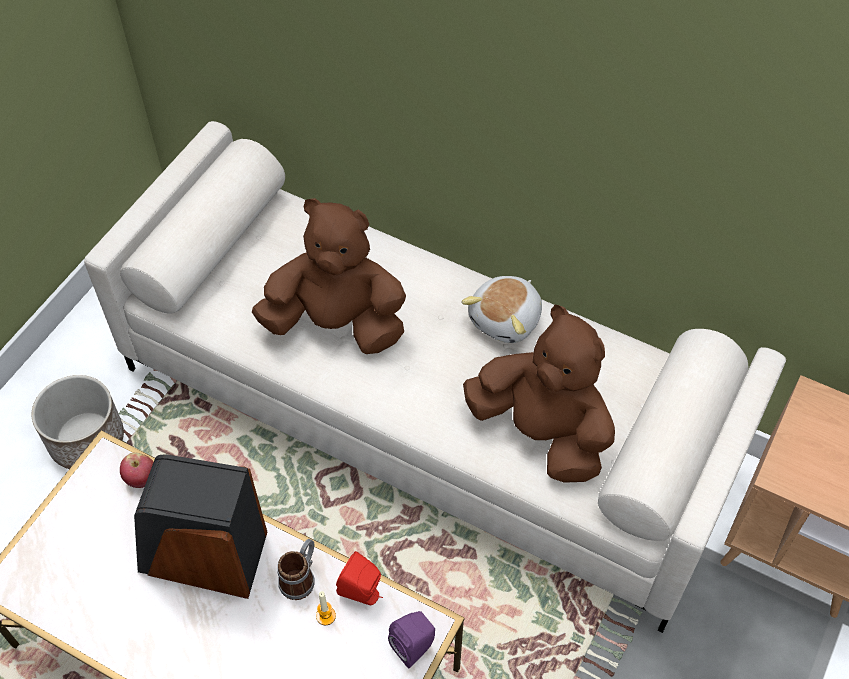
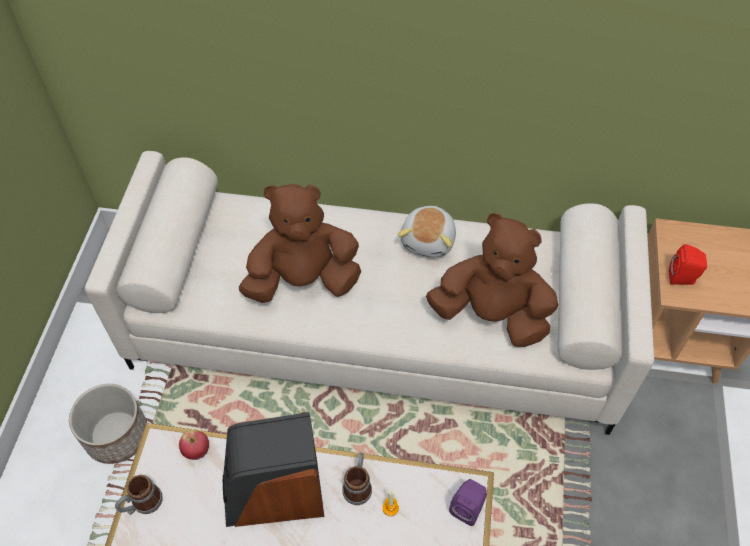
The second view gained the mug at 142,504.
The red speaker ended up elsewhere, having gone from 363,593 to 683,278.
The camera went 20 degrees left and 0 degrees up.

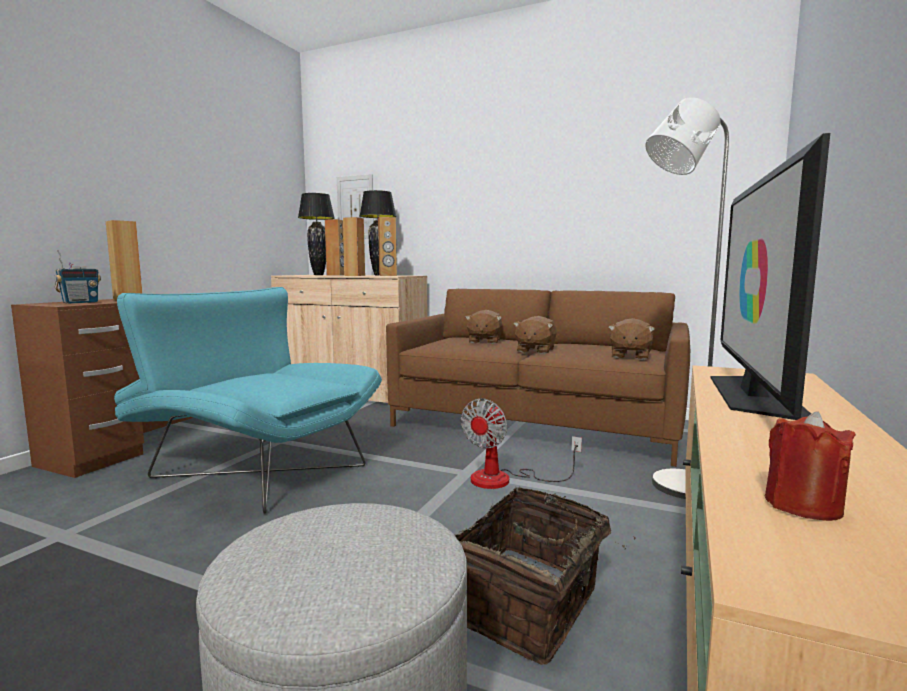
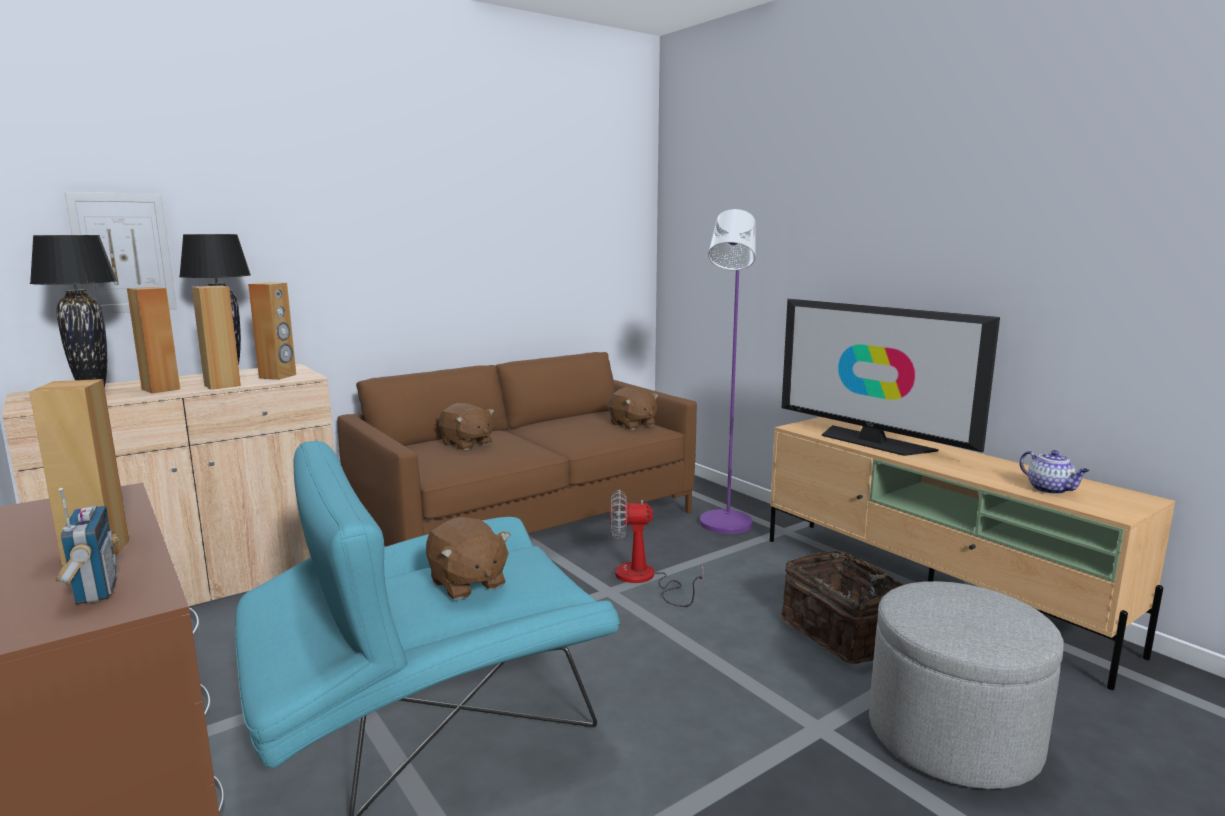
The brown plush toy ended up elsewhere, having gone from 535,351 to 467,583.
Where the red candle stood at 803,505, the teapot came to stand at 1050,490.
What was the grey floor lamp at 674,487 turned into the purple floor lamp at 724,527.
The fan at 505,479 ended up facing another way, 120 degrees clockwise from before.
The camera went 60 degrees left and 5 degrees up.

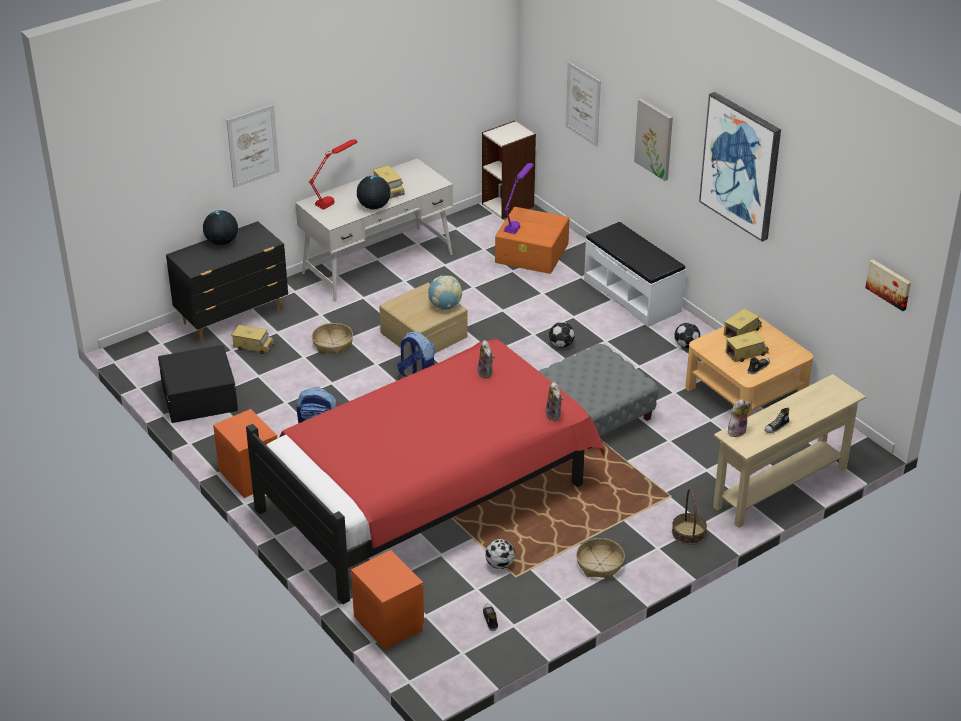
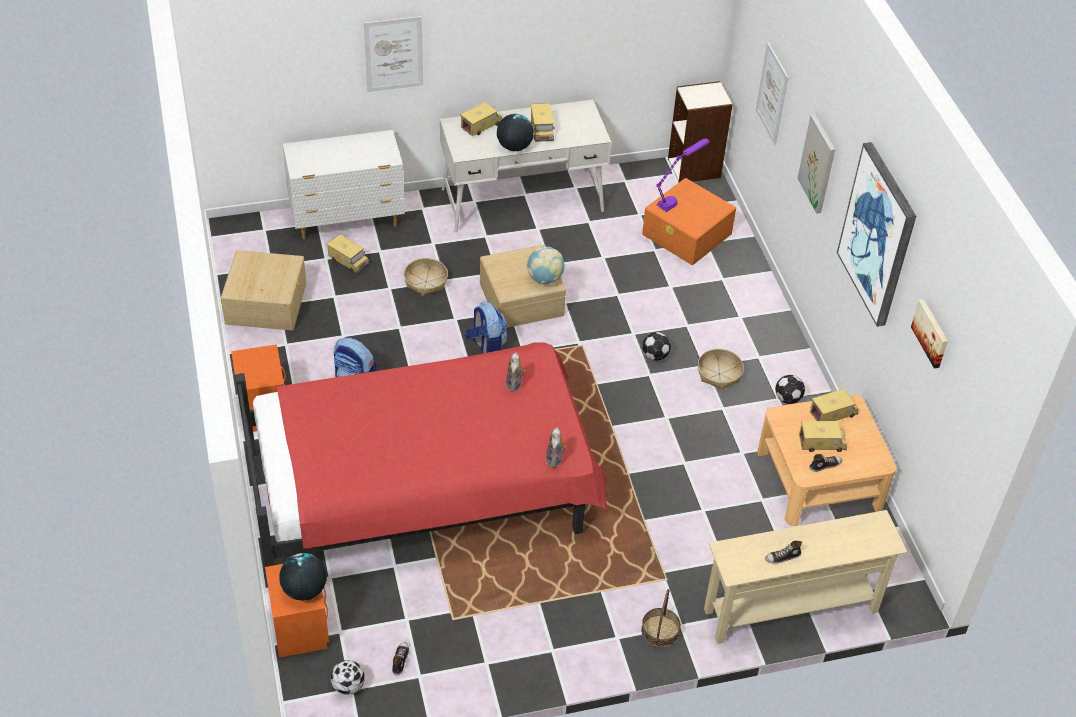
The second view lost the grey ottoman at 593,413.
The second view lost the white bench at 632,295.
The second view lost the plush toy at 736,431.
The globe ended up elsewhere, having gone from 222,242 to 304,590.
The football ended up elsewhere, having gone from 500,565 to 348,686.
The basket ended up elsewhere, having gone from 600,564 to 719,374.
The picture ended up elsewhere, having gone from 889,284 to 931,333.
Where the red table lamp stood at 335,198, the toy truck came to stand at 481,125.
What was the black storage box at 199,396 turned into the beige storage box at 266,302.
What was the black dresser at 233,317 turned into the white dresser at 348,220.
The camera went 20 degrees right and 10 degrees up.

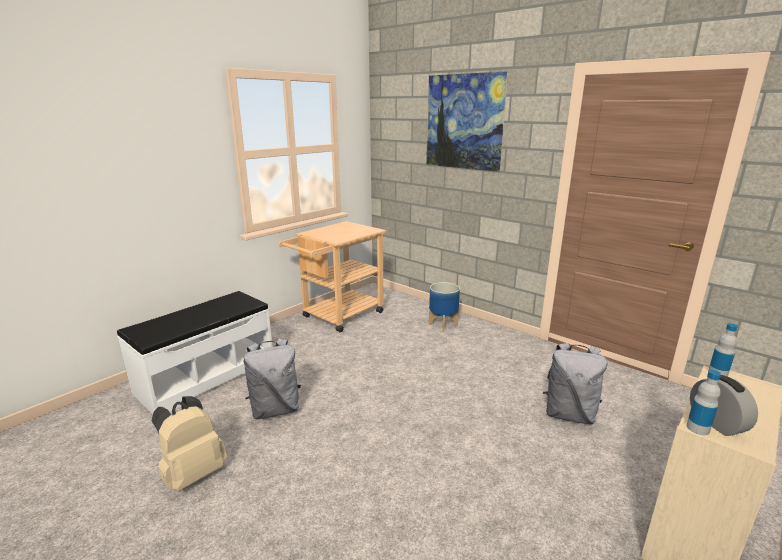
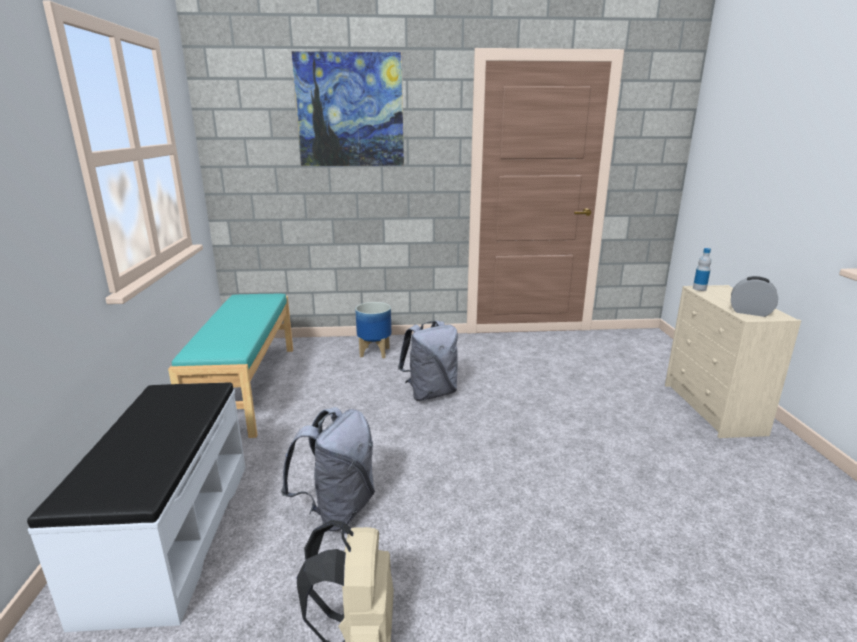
The second view lost the bottle at 697,428.
The grey backpack ended up elsewhere, having gone from 569,414 to 430,393.
Where the beige cart stood at 338,316, the turquoise bench came to stand at 245,388.
The camera went 45 degrees left and 0 degrees up.

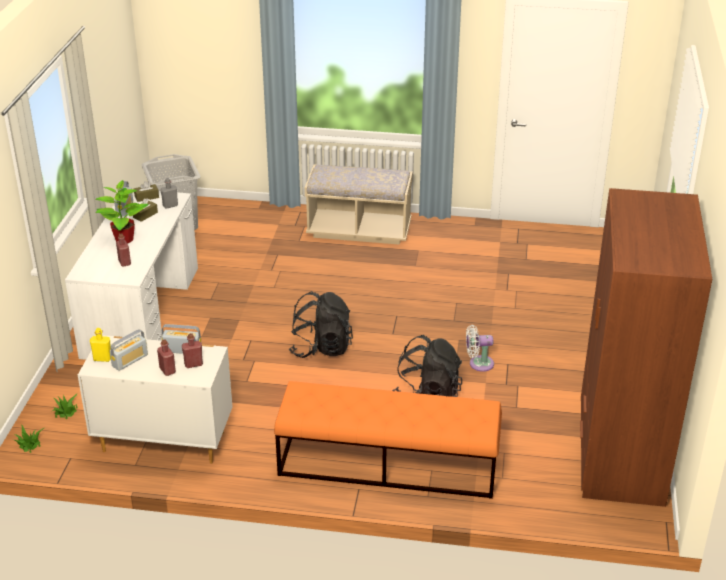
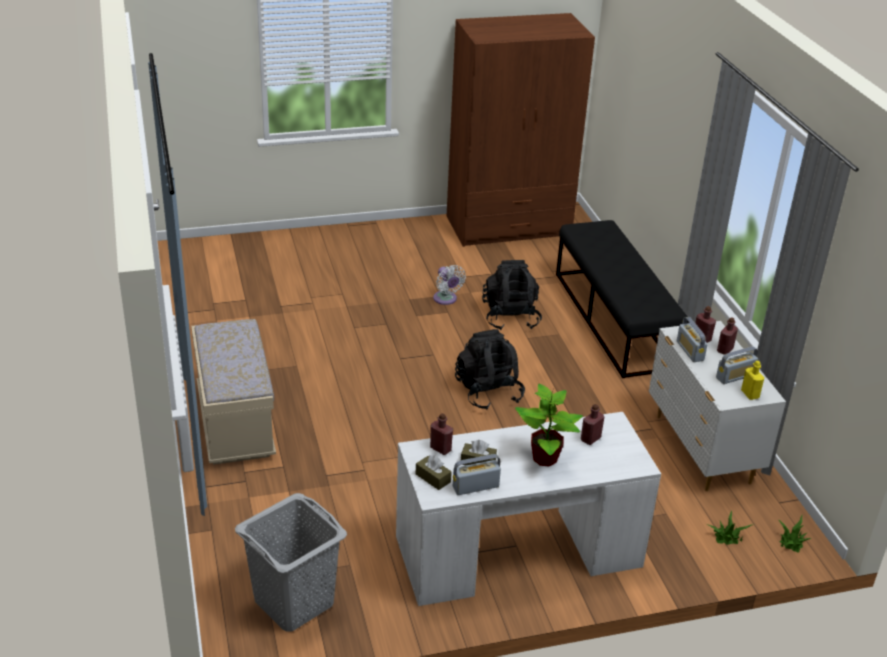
What was the grey bottle at 170,205 turned into the red bottle at 440,449.
What was the orange bench at 387,464 turned into the black bench at 614,320.
The radio at 130,360 ended up facing another way, 135 degrees clockwise from before.
The camera went 115 degrees left and 0 degrees up.

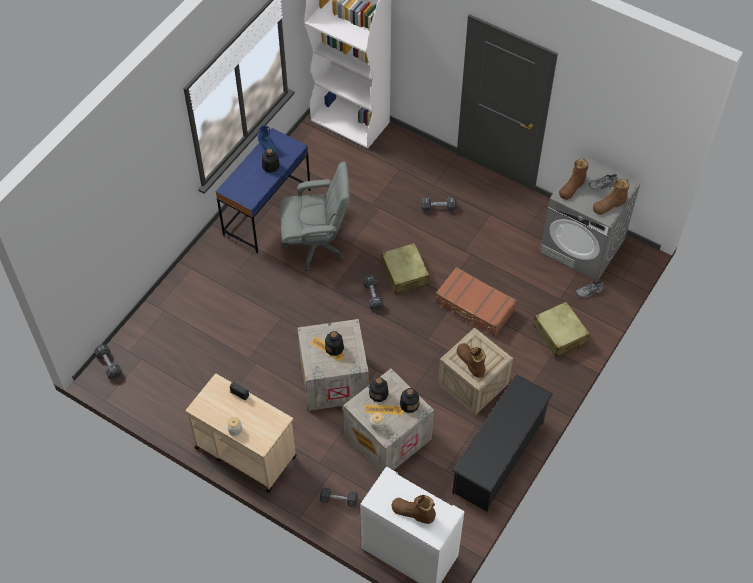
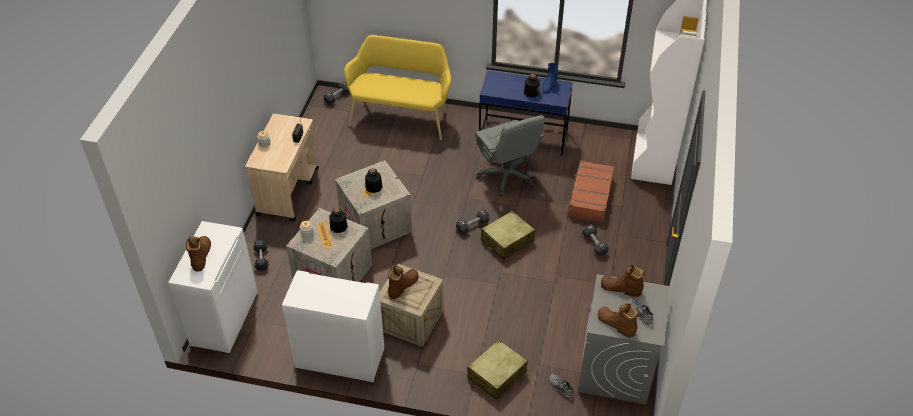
The second view lost the bottle at 409,404.
The second view gained the yellow bench at 401,116.
The brown suitcase ended up elsewhere, having gone from 474,307 to 590,197.
Where the black shoe rack stood at 498,457, the white cabinet came to stand at 339,359.
The camera went 70 degrees right and 10 degrees down.

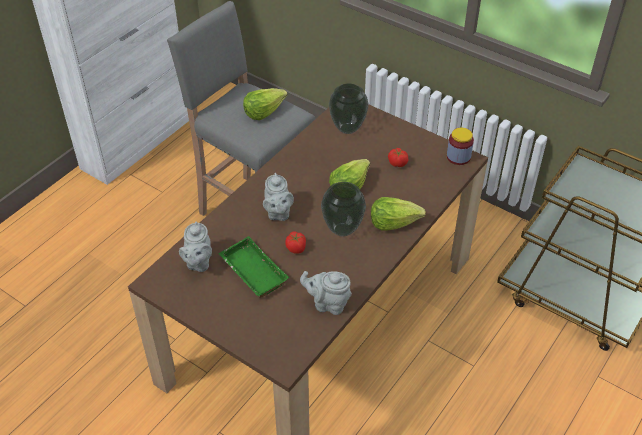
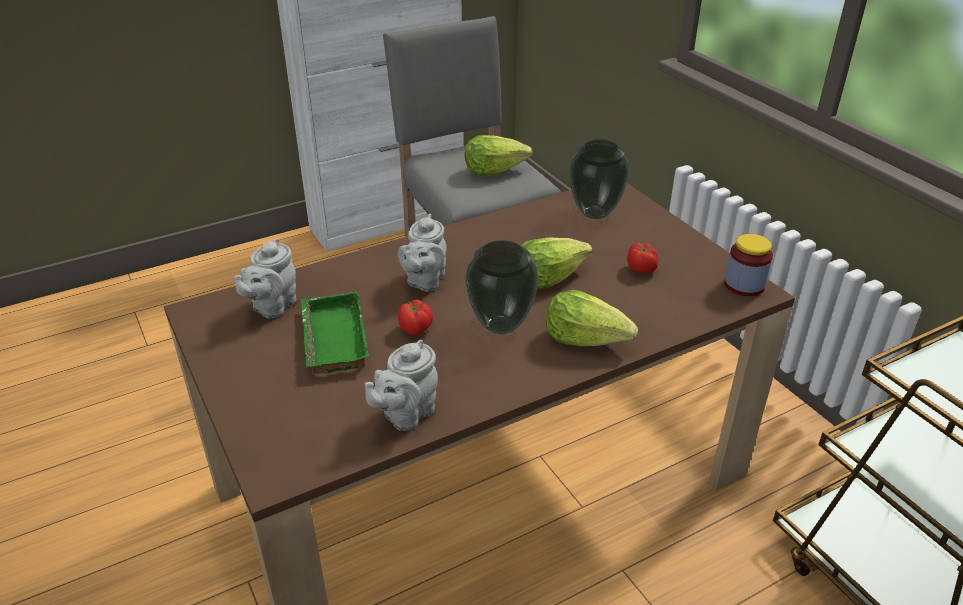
The grey teapot at 328,304 ended up facing another way, 90 degrees counterclockwise from before.
The camera went 25 degrees right and 10 degrees down.

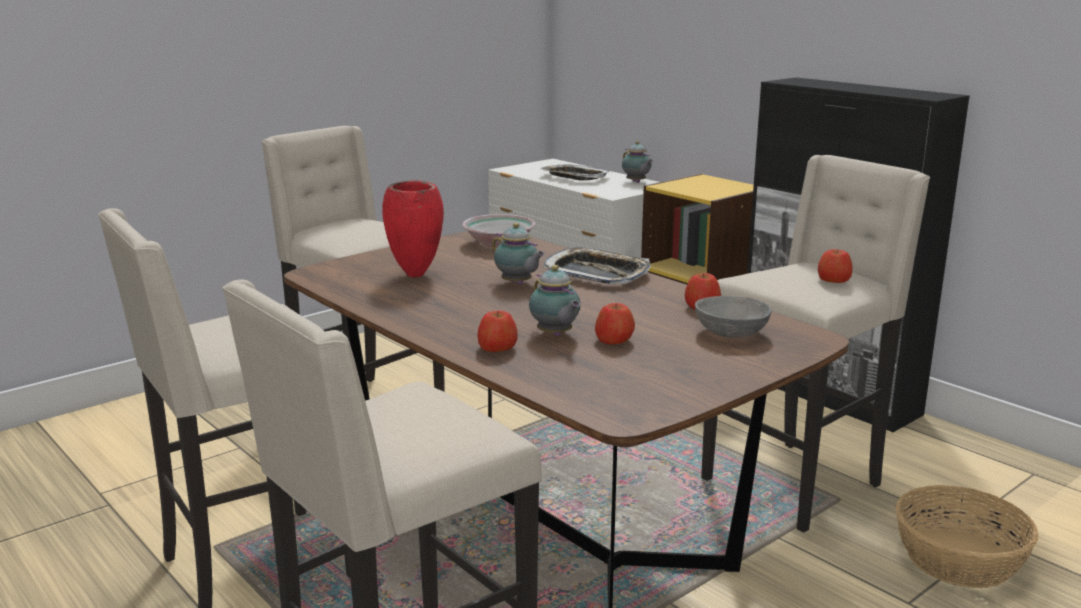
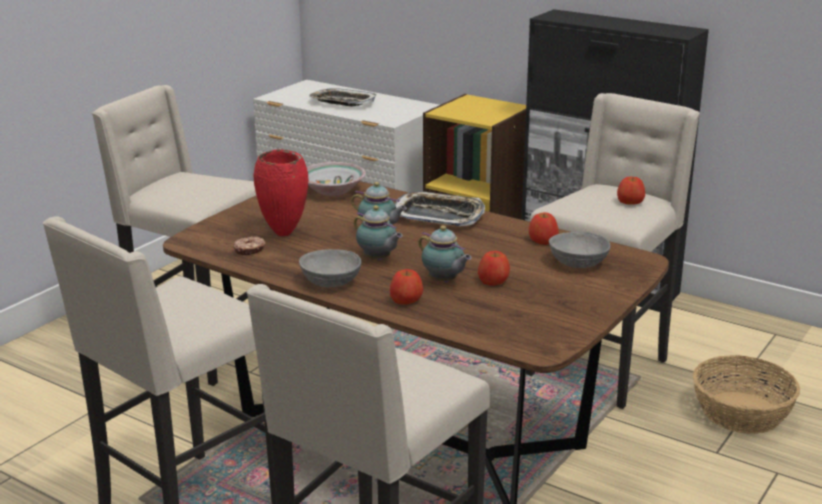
The second view gained the donut at 249,250.
The second view gained the grey bowl at 330,282.
The teapot ended up elsewhere, having gone from 636,182 to 378,259.
The camera went 15 degrees left and 5 degrees up.

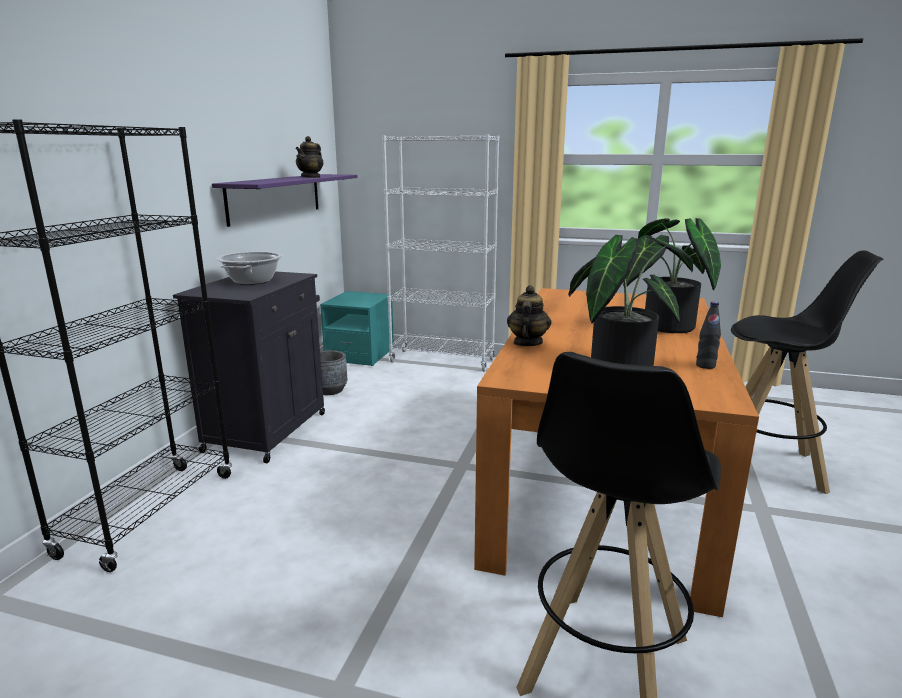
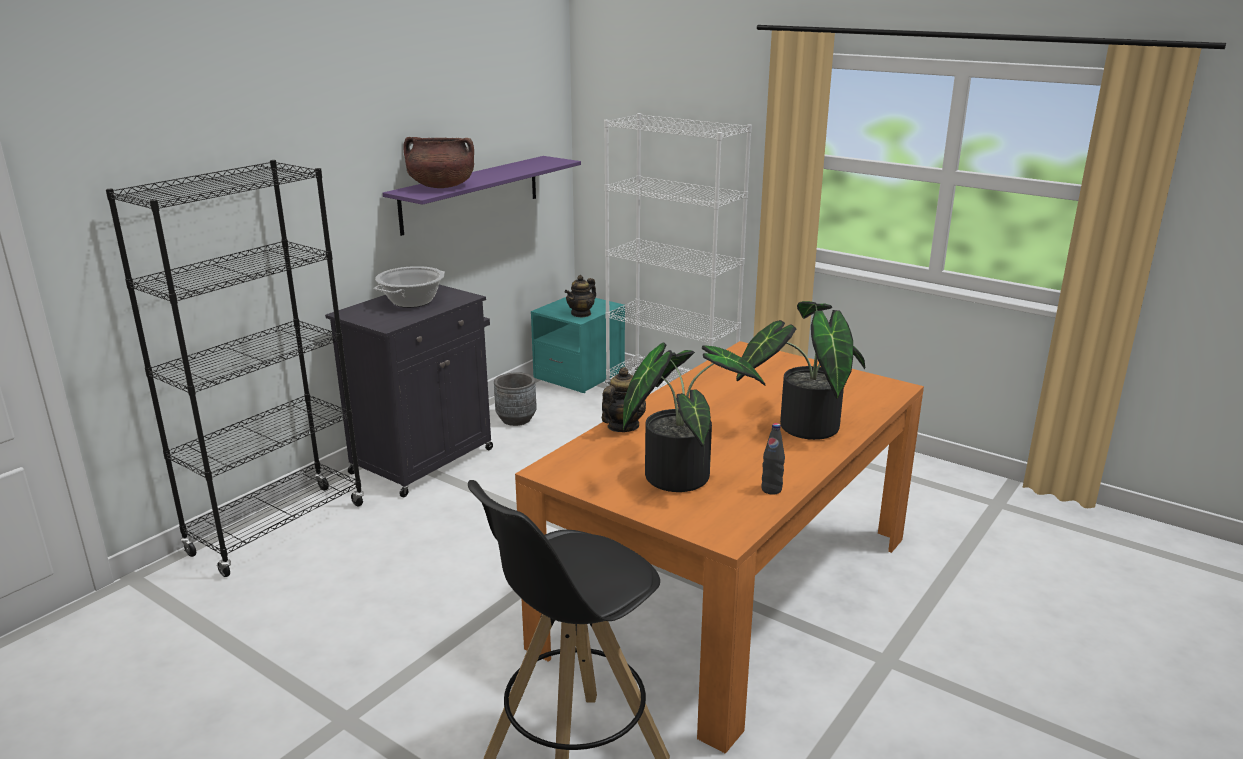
The second view lost the black stool at 768,466.
The second view gained the brown cooking pot at 441,186.
The teapot ended up elsewhere, having gone from 311,177 to 581,314.
The camera went 20 degrees right and 5 degrees up.

